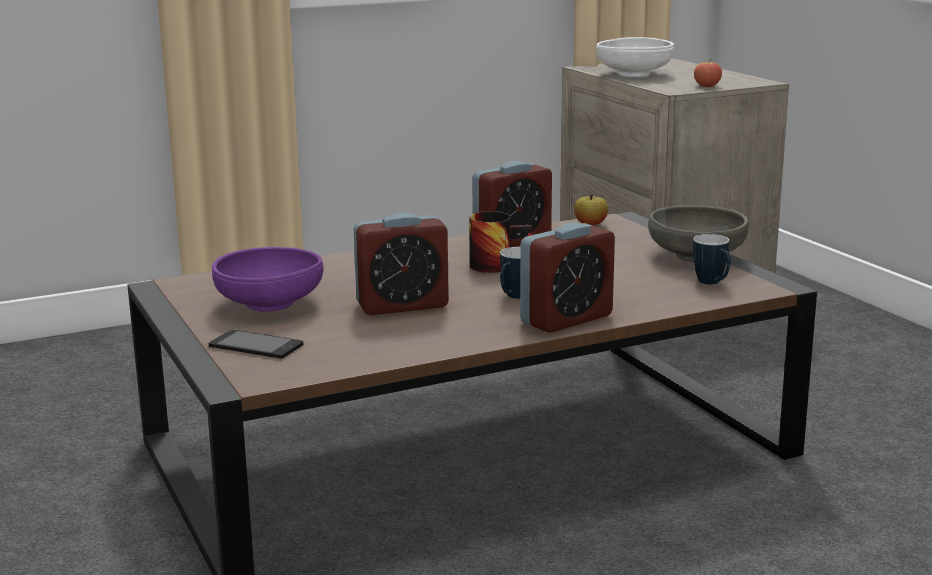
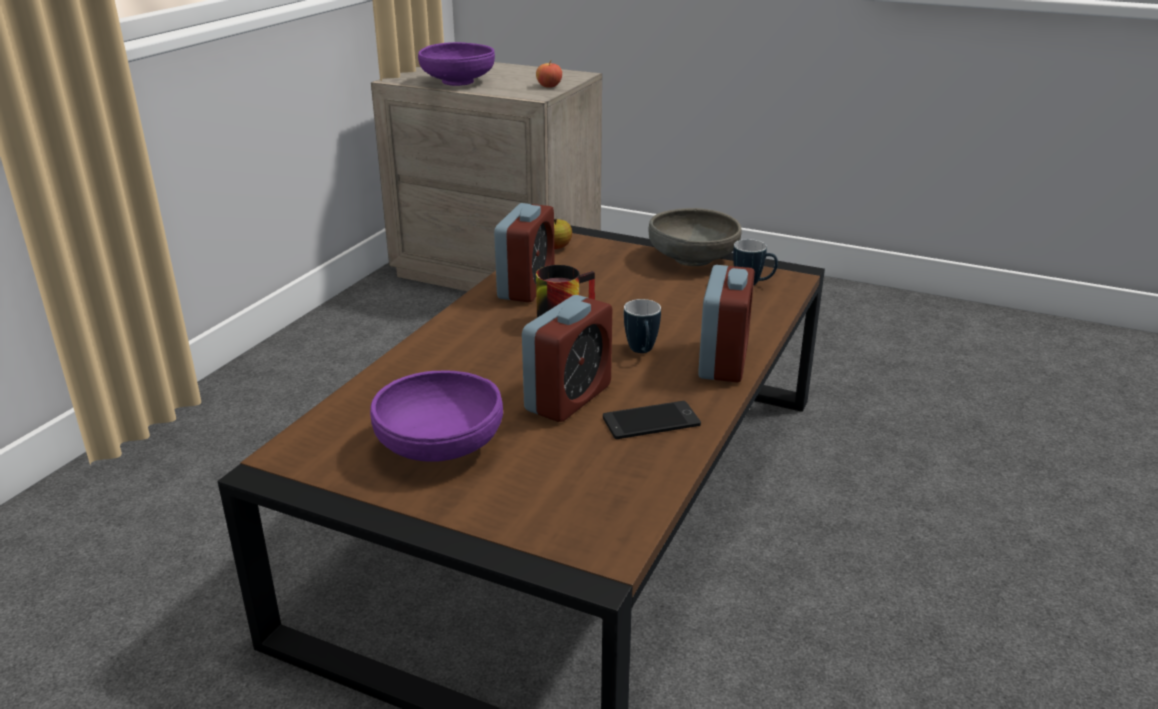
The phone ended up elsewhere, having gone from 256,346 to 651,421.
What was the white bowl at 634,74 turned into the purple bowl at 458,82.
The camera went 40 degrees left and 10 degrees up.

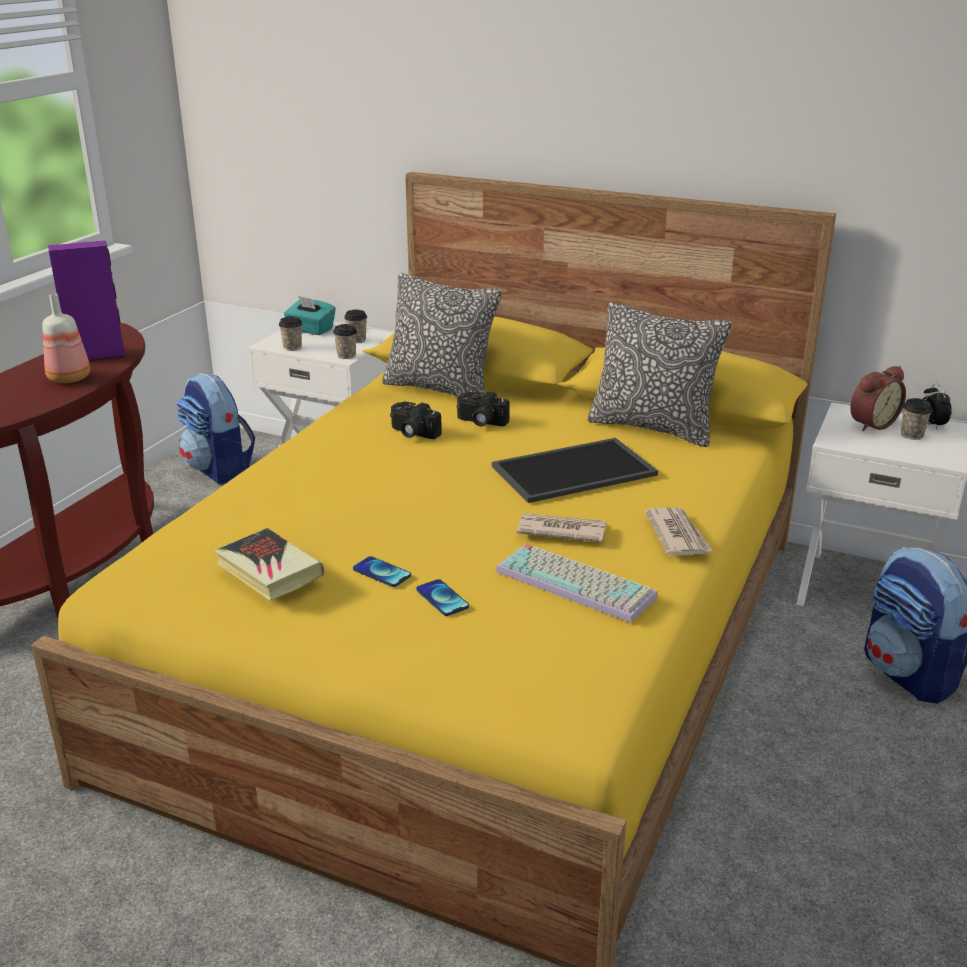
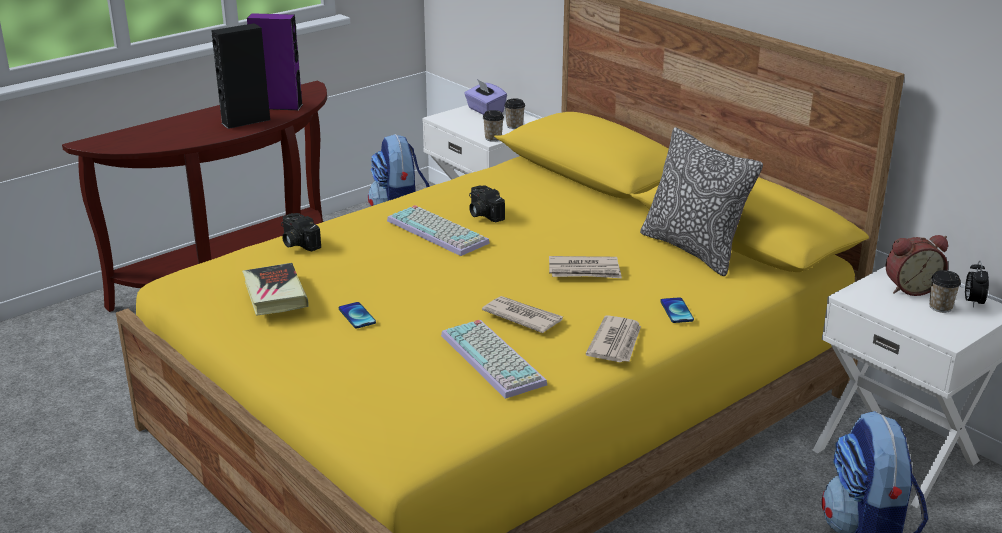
The second view lost the cup at 292,347.
The second view lost the pillow at 440,389.
The second view gained the keyboard at 440,231.
The phone ended up elsewhere, having gone from 442,598 to 676,311.
The photo camera ended up elsewhere, having gone from 480,422 to 297,243.
Where the bottle stood at 71,378, the black speaker came to stand at 246,121.
Where the tray stood at 574,469, the newspaper came to stand at 584,271.
What was the turquoise tissue box at 310,330 turned into the purple tissue box at 485,111.
The camera went 25 degrees right and 0 degrees up.

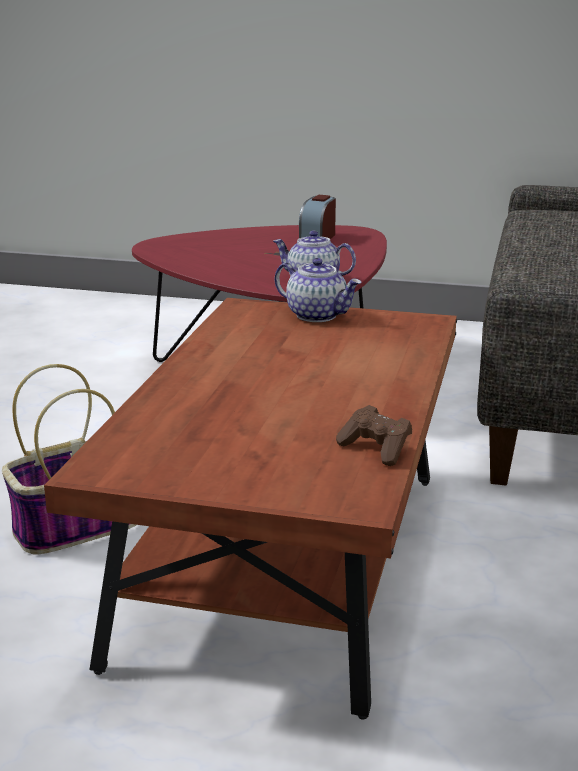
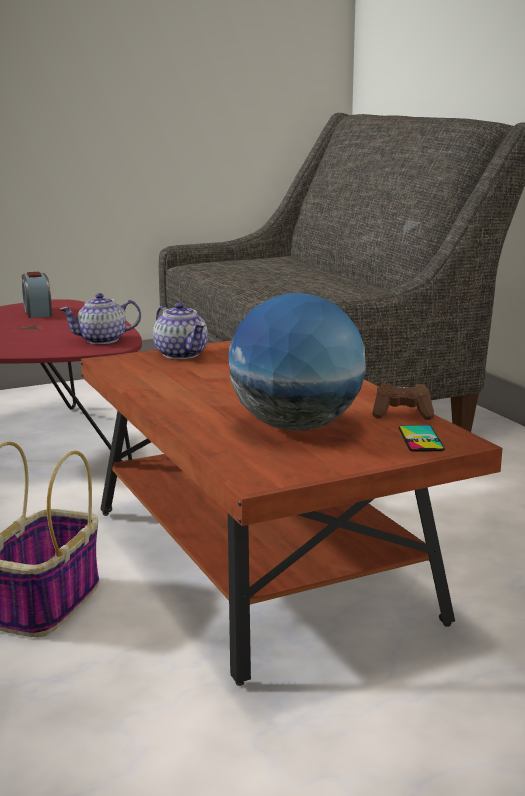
The second view gained the globe at 295,427.
The second view gained the phone at 420,439.
The teapot at 317,315 ended up facing another way, 60 degrees clockwise from before.
The camera went 40 degrees left and 5 degrees down.

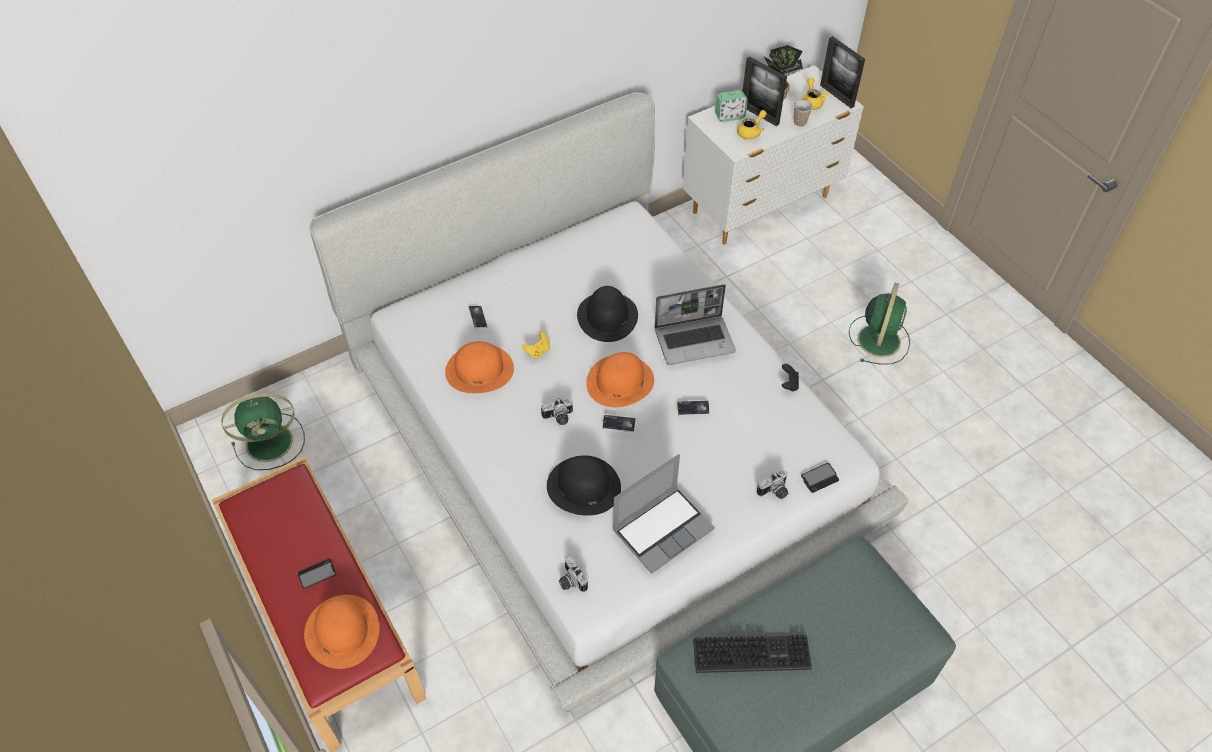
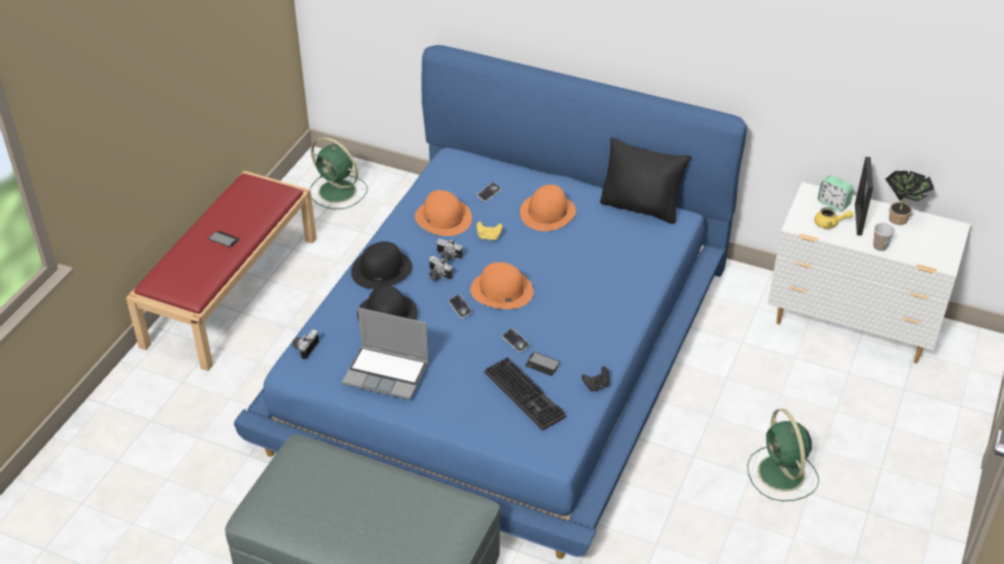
The second view lost the laptop at 695,340.
The second view lost the yellow teapot at 811,102.
The second view lost the picture frame at 837,96.
The second view gained the black pillow at 641,207.
The orange hat ended up elsewhere, having gone from 342,630 to 547,212.
The black hat ended up elsewhere, having gone from 607,316 to 381,270.
The keyboard ended up elsewhere, having gone from 753,652 to 527,395.
The photo camera ended up elsewhere, having gone from 774,492 to 447,257.
The phone ended up elsewhere, having gone from 819,478 to 542,364.
What was the white bed at 606,436 turned into the blue bed at 501,351.
The green fan at 879,339 ended up facing another way, 90 degrees clockwise from before.
The camera went 55 degrees right and 10 degrees down.

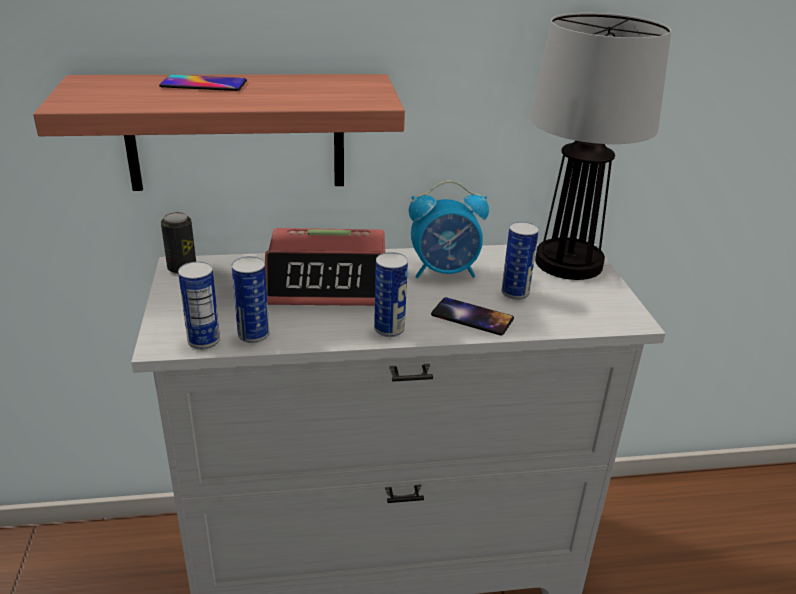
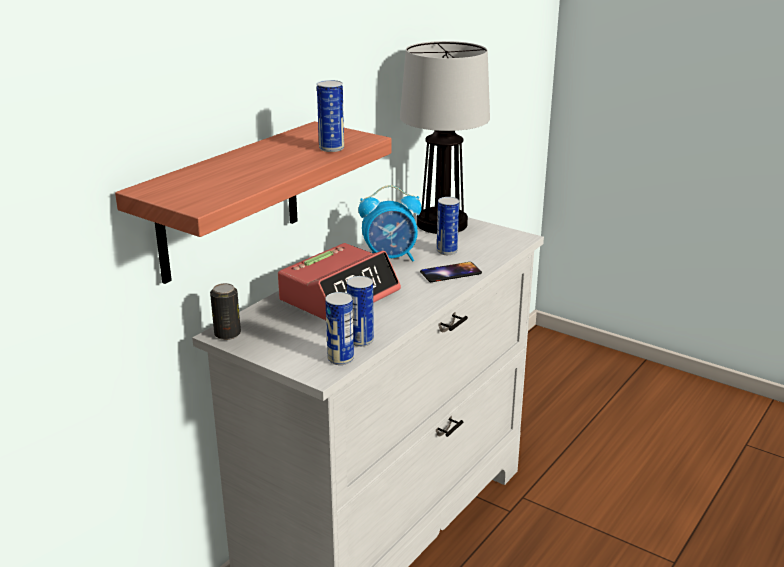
The second view lost the phone at 204,84.
The can ended up elsewhere, having gone from 389,329 to 331,148.
The alarm clock at 445,272 ended up facing another way, 45 degrees clockwise from before.
The camera went 45 degrees left and 5 degrees down.

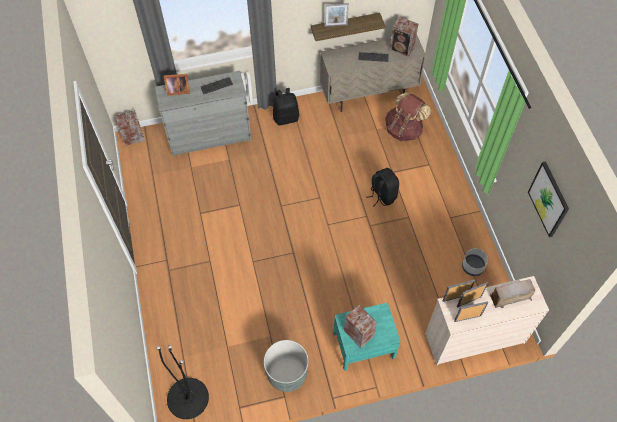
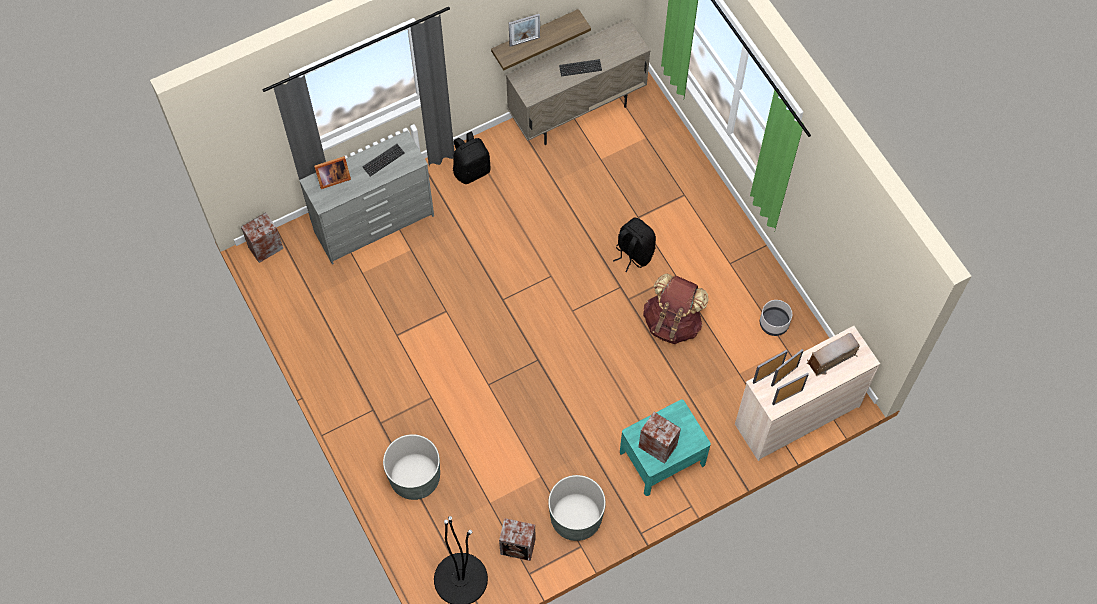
The second view lost the picture at 549,199.
The second view gained the grey planter at 415,477.
The brown backpack ended up elsewhere, having gone from 404,130 to 672,322.
The speaker ended up elsewhere, having gone from 402,48 to 519,547.
The camera went 15 degrees left and 5 degrees up.

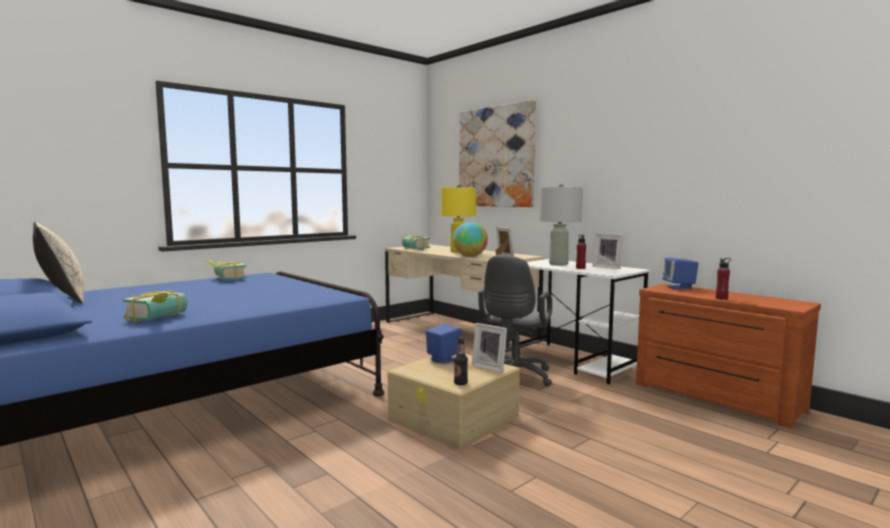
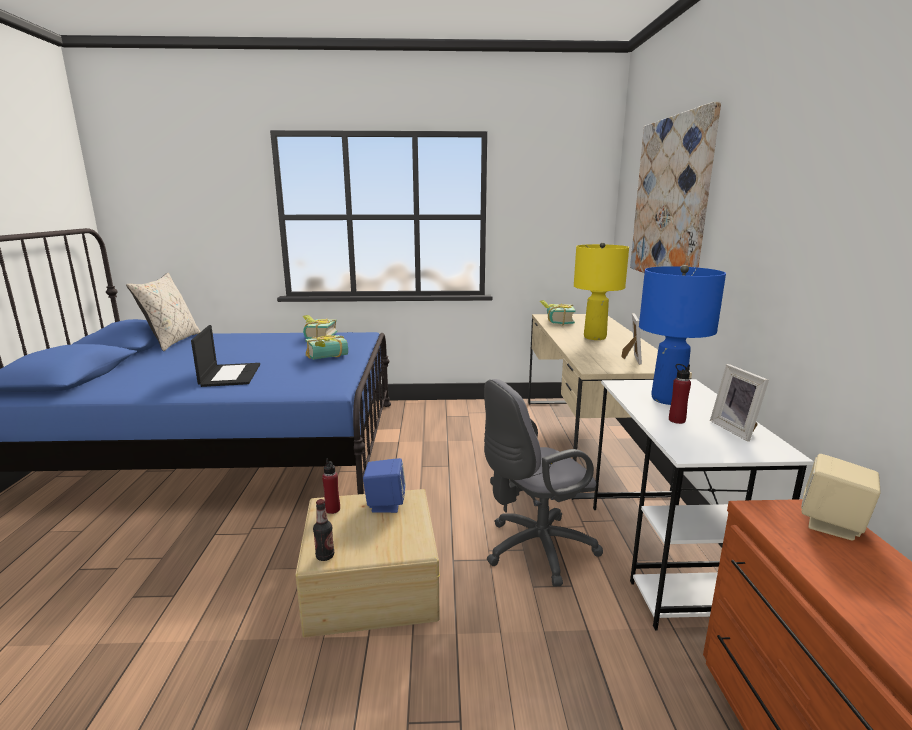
The second view lost the globe at 470,256.
The second view lost the picture frame at 490,367.
The second view gained the laptop at 230,375.
The book ended up elsewhere, having gone from 160,318 to 328,357.
The red bottle ended up elsewhere, having gone from 721,298 to 332,509.
What was the grey table lamp at 558,264 turned into the blue table lamp at 667,399.
What was the blue speaker at 679,287 turned into the beige speaker at 832,525.
The camera went 40 degrees right and 10 degrees up.

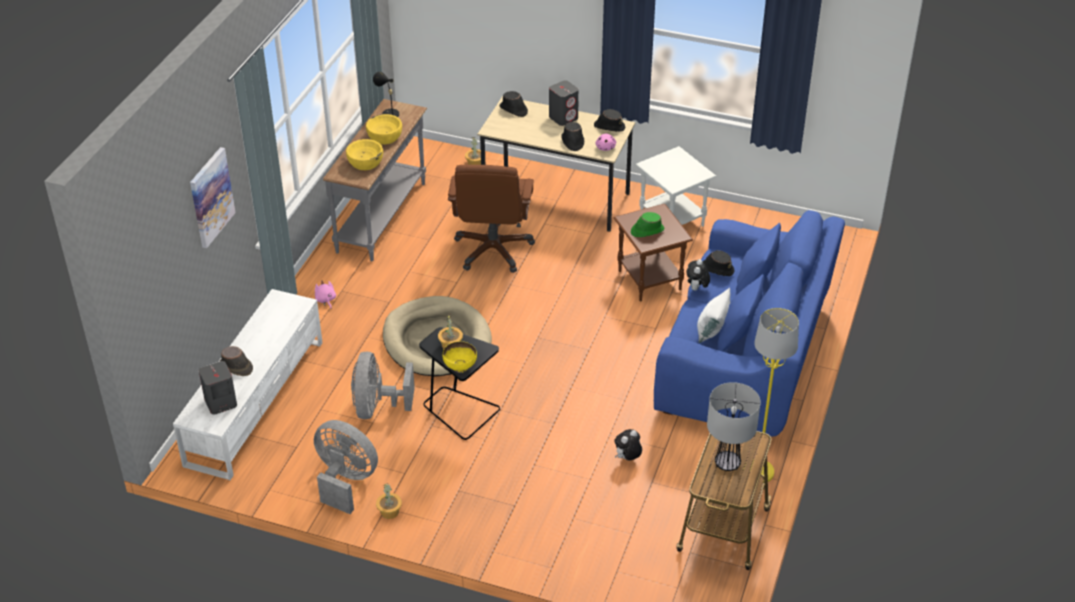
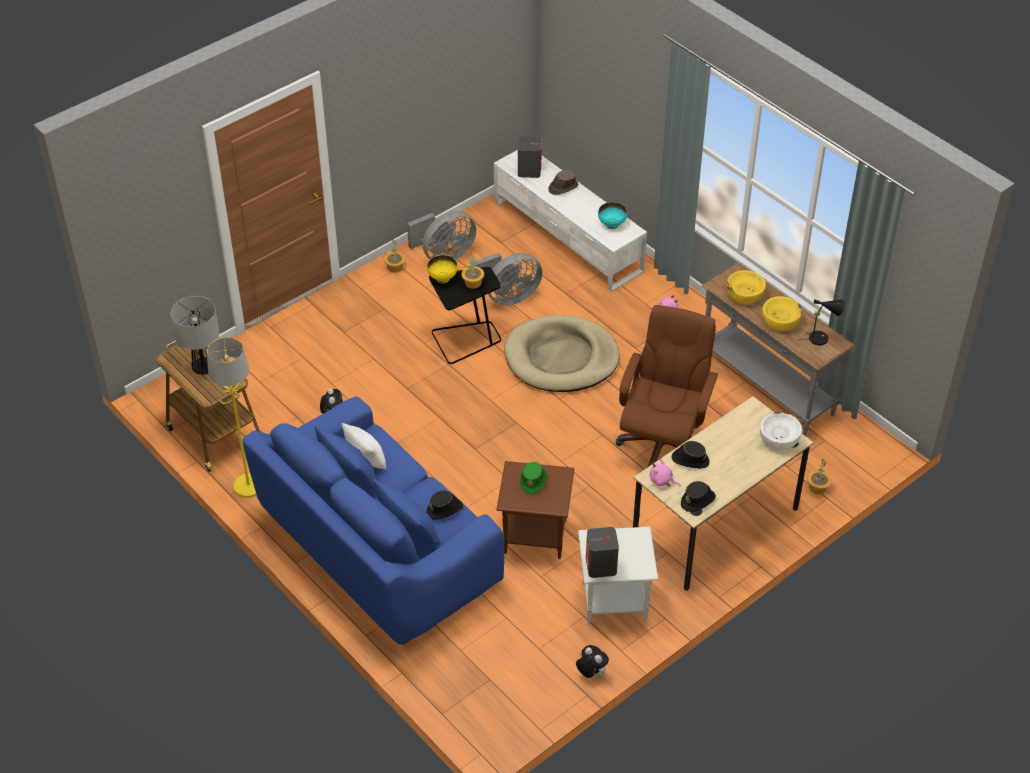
The second view lost the picture at 211,197.
The second view gained the turquoise bowl at 612,224.
The grey speaker ended up elsewhere, having gone from 563,117 to 601,566.
The plush toy ended up elsewhere, having gone from 696,289 to 591,673.
Where the black hat stood at 513,110, the white bowl came to stand at 779,439.
The grey fan at 377,407 ended up facing another way, 120 degrees clockwise from before.
The brown office chair at 493,250 ended up facing another way, 75 degrees clockwise from before.
The camera went 120 degrees right and 5 degrees up.

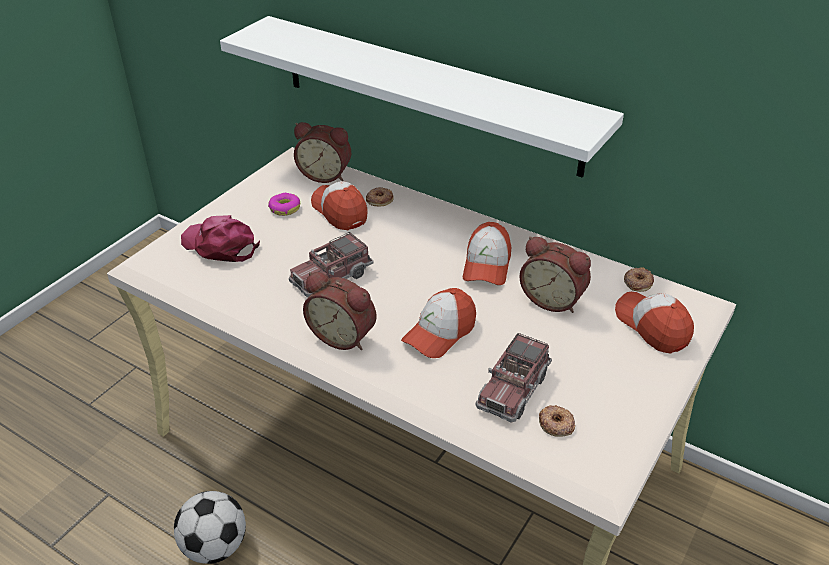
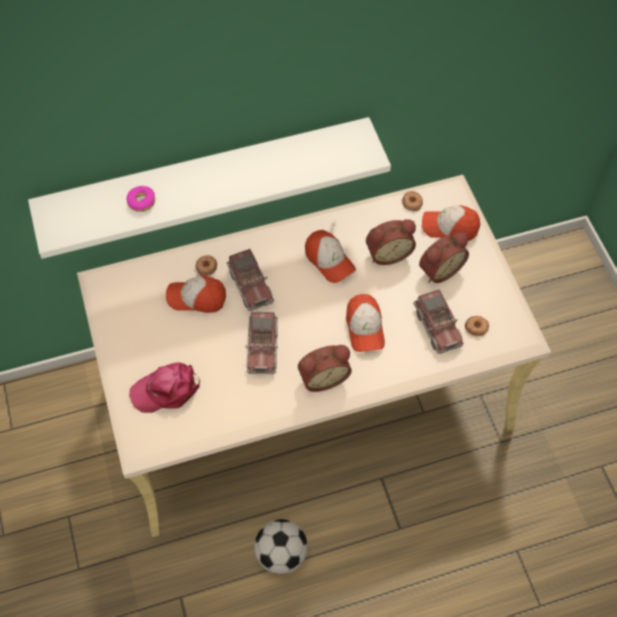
The second view gained the toy truck at 250,285.
The donut ended up elsewhere, having gone from 284,208 to 141,202.
The alarm clock ended up elsewhere, having gone from 325,174 to 439,269.
The camera went 50 degrees left and 20 degrees up.

